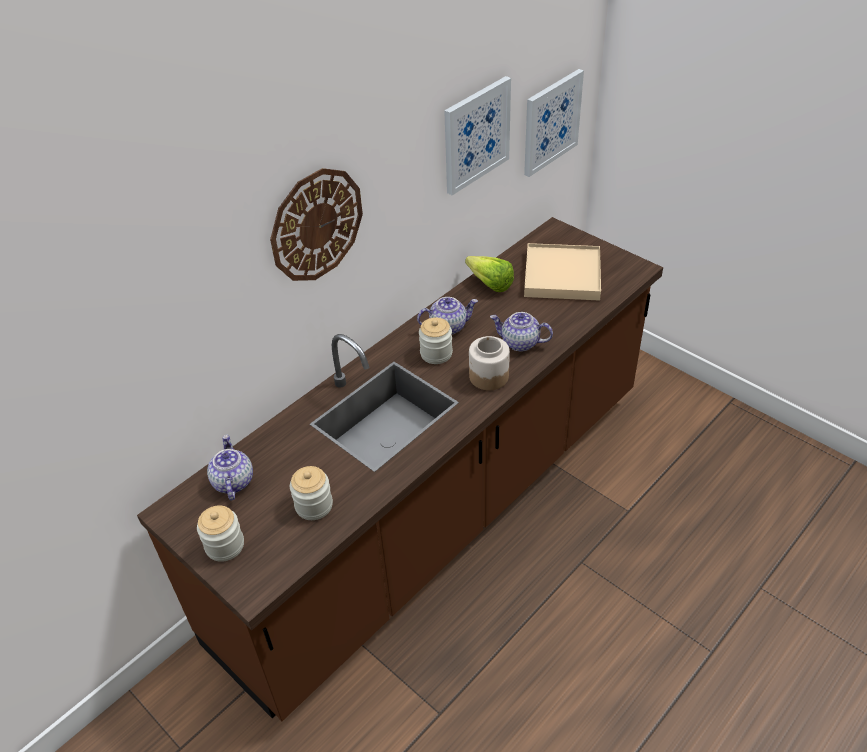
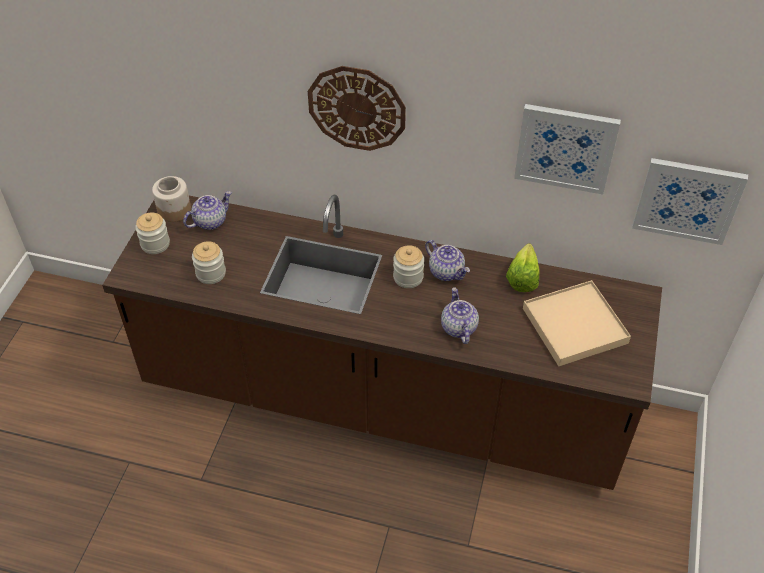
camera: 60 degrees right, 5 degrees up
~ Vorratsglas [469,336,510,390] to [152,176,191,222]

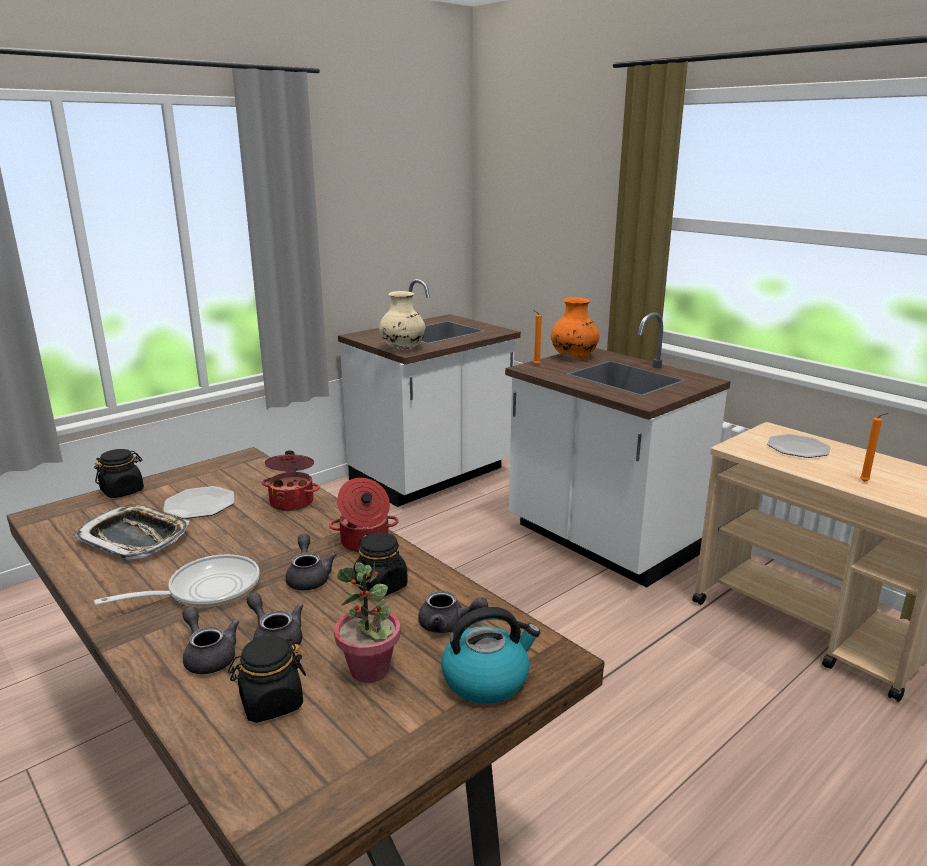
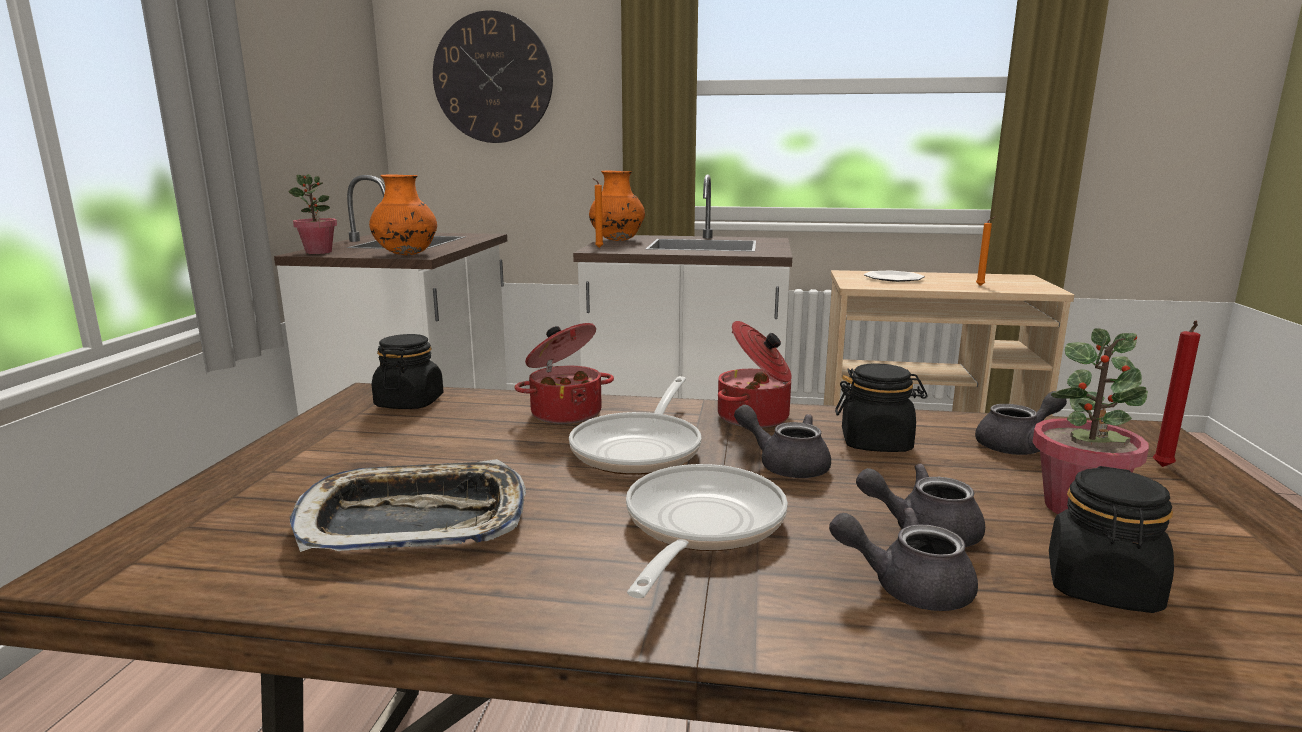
camera: 40 degrees left, 5 degrees down
~ Vase/beige [379,291,426,350] to Vase/orange [369,174,437,255]
~ Vorratsglas/schwarz [94,449,144,498] to [372,334,444,409]
- Teller [163,486,234,519]
~ Wasserkessel [441,607,540,704] to Kerze/rot [1153,320,1200,467]
+ Wanduhr [433,10,553,143]
+ Topfpflanze [288,174,337,254]
+ Pfanne [569,376,701,475]

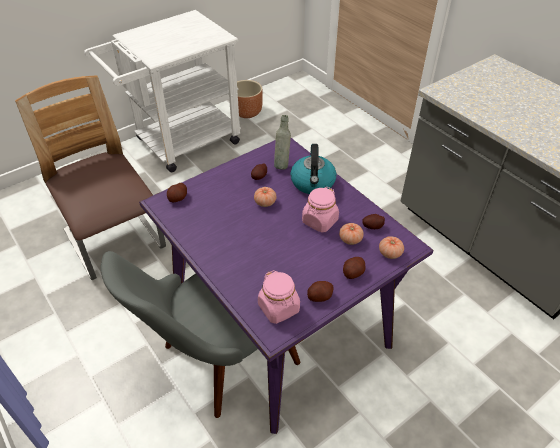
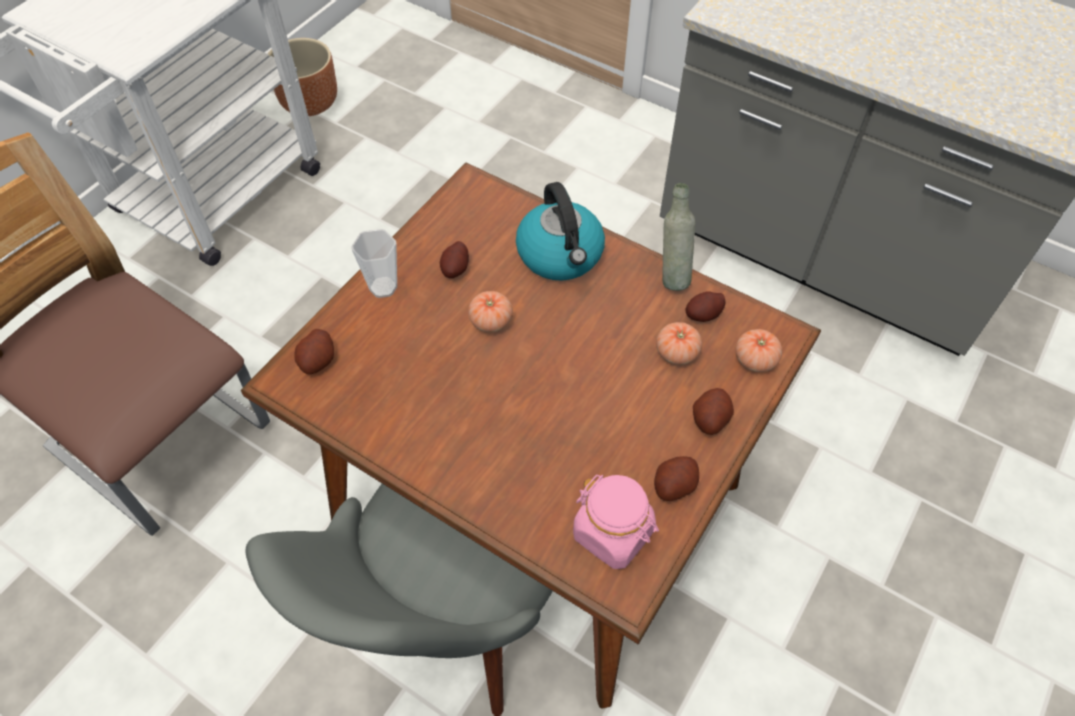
camera: 20 degrees left, 10 degrees up
~ Flasche/grau [274,115,291,169] to [662,183,695,291]
~ Esstisch/lila [139,138,433,434] to Esstisch/braun [241,163,821,708]
- Vorratsglas/rosa [302,187,339,233]
+ Tasse [351,229,397,298]

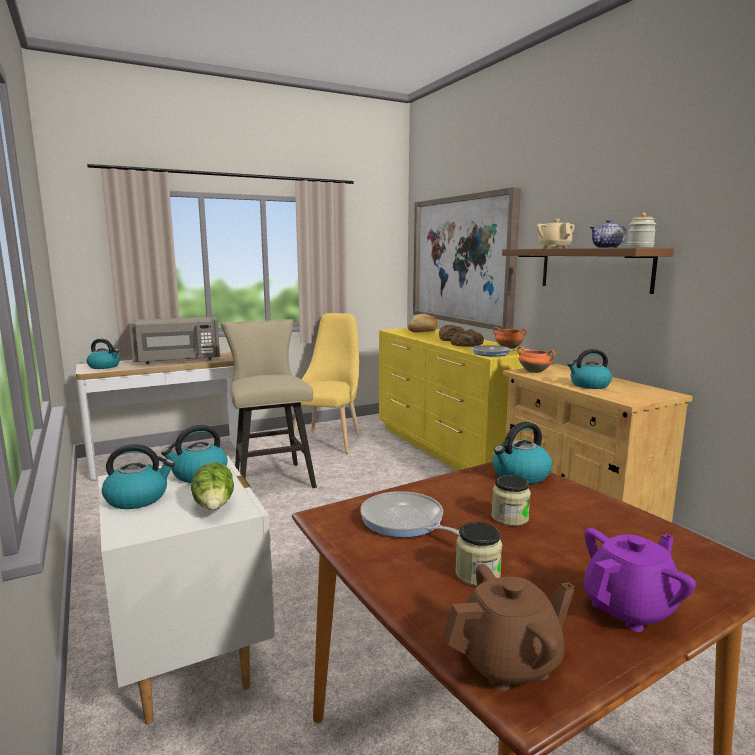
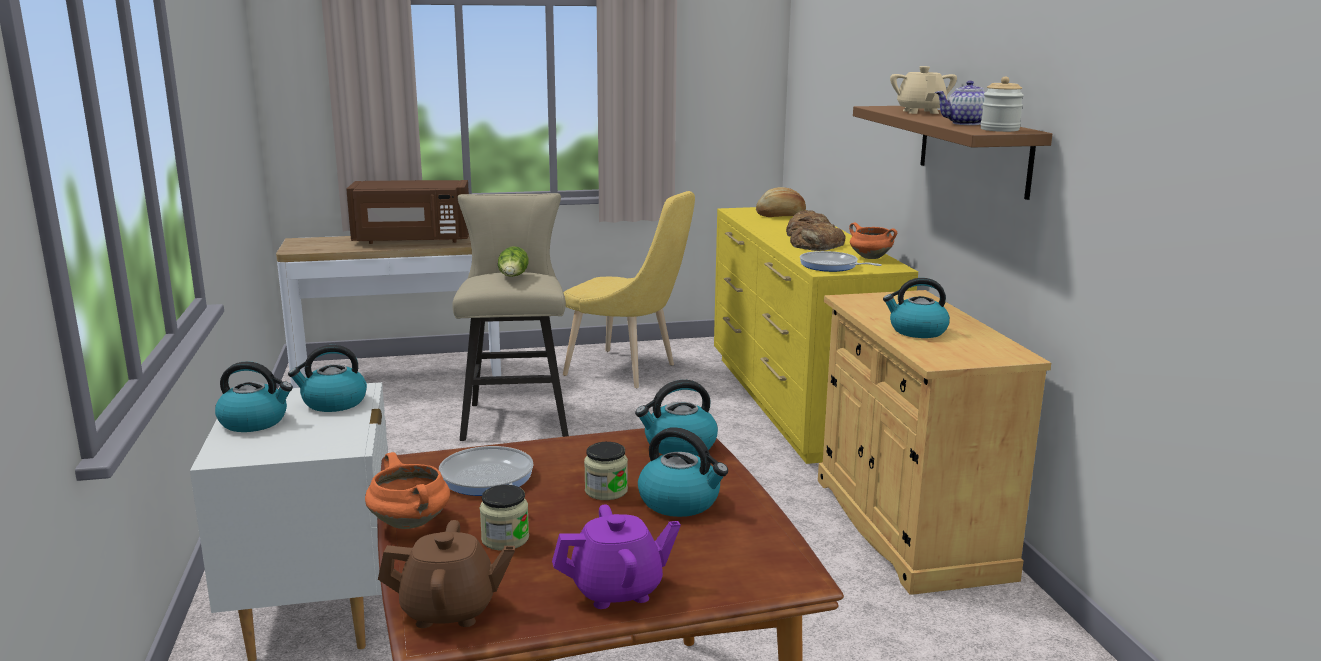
camera: 15 degrees right, 5 degrees up
- Bild [413,187,521,331]
~ Stuhl/gelb [293,313,360,454] = [563,191,695,389] 90 degrees clockwise
~ Mikrowelle/grau [129,317,220,364] to Mikrowelle/braun [346,180,469,244]
~ Wasserkessel [86,339,120,369] to [638,427,728,517]
~ Kochtopf/orange [517,346,556,373] to [365,452,450,529]
~ Salatkopf [191,462,234,510] to [498,246,529,277]

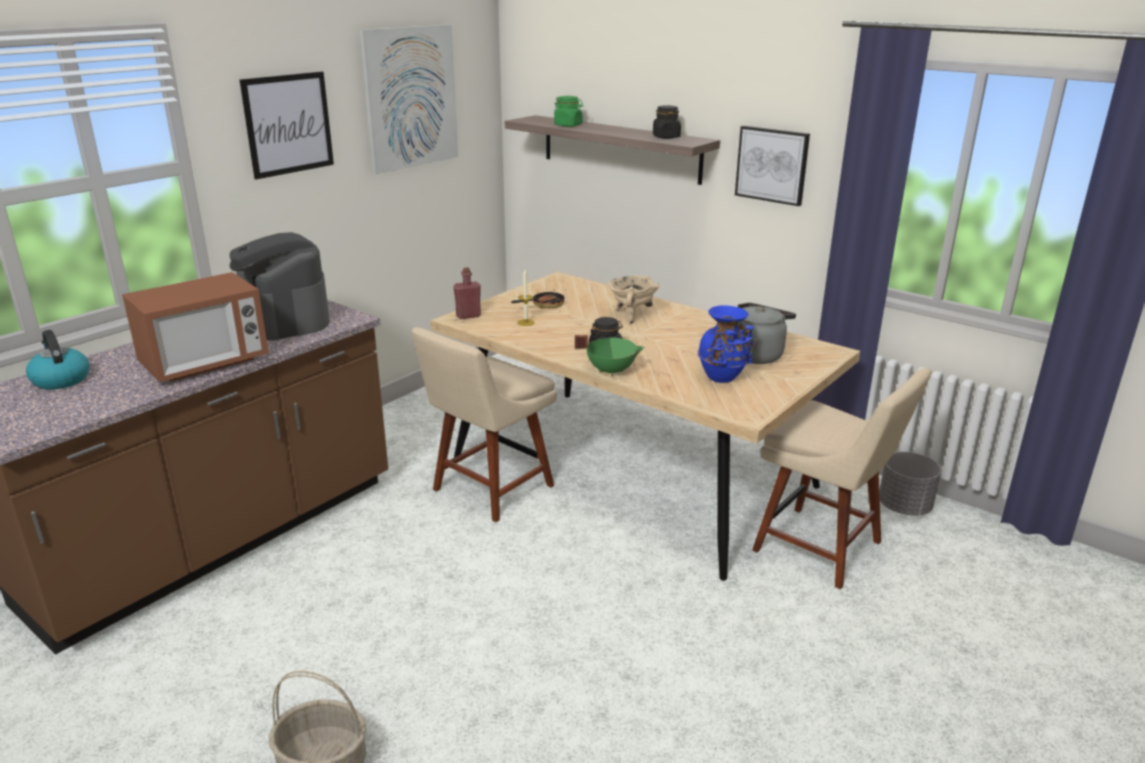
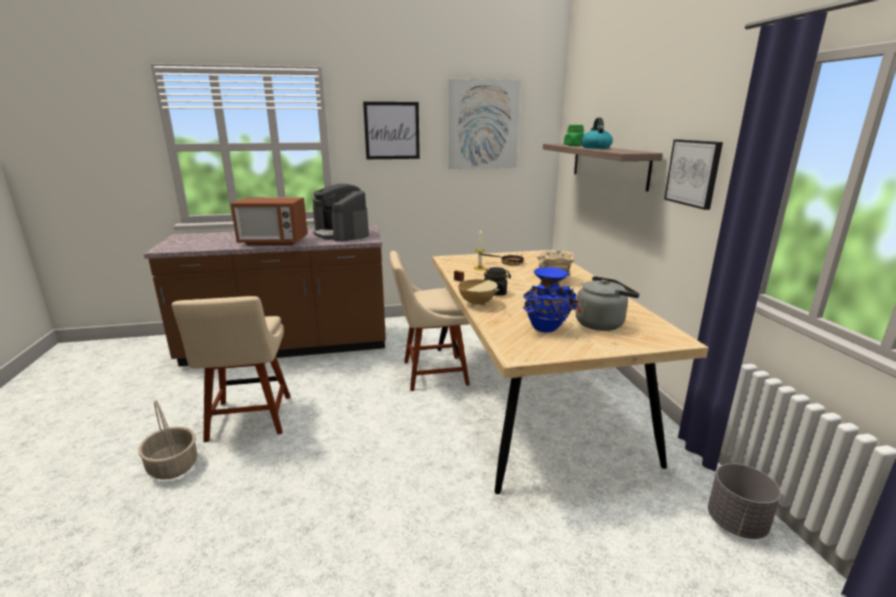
camera: 40 degrees right, 5 degrees down
- Vorratsglas/schwarz [653,105,681,139]
~ Kaffeemaschine [229,232,330,340] = [313,184,369,242] 45 degrees counterclockwise
- Flasche/rot [453,267,481,319]
~ Wasserkessel [26,330,90,389] to [581,118,613,149]
~ Kochtopf/grün [575,335,645,376] to Kochtopf/beige [454,270,499,306]
~ Stuhl/beige [752,368,931,589] to [172,296,291,442]

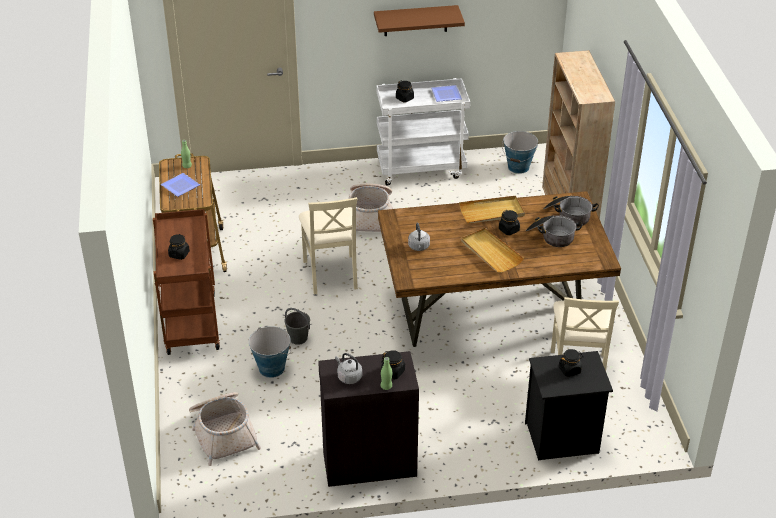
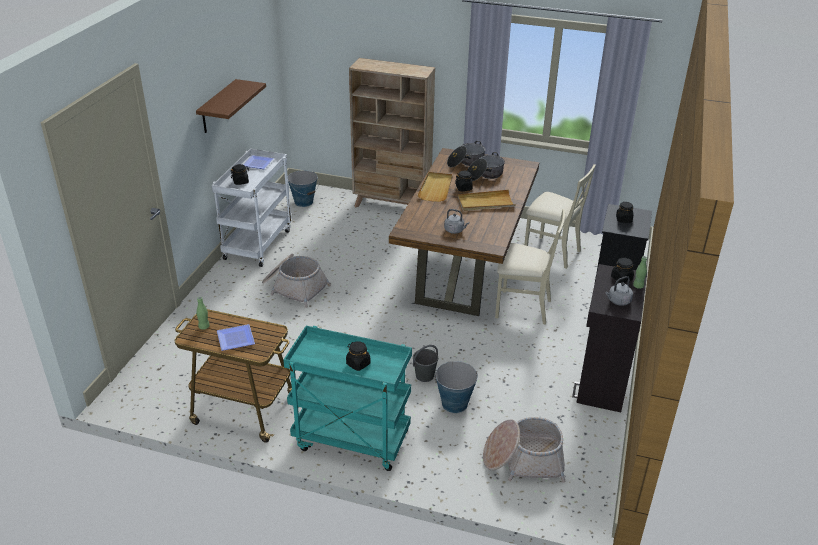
camera: 65 degrees left, 5 degrees down
~ Stuhl/beige [299,197,358,295] to [495,209,565,325]
~ Rollwagen/braun [153,209,220,355] to Rollwagen/türkis [283,326,412,471]

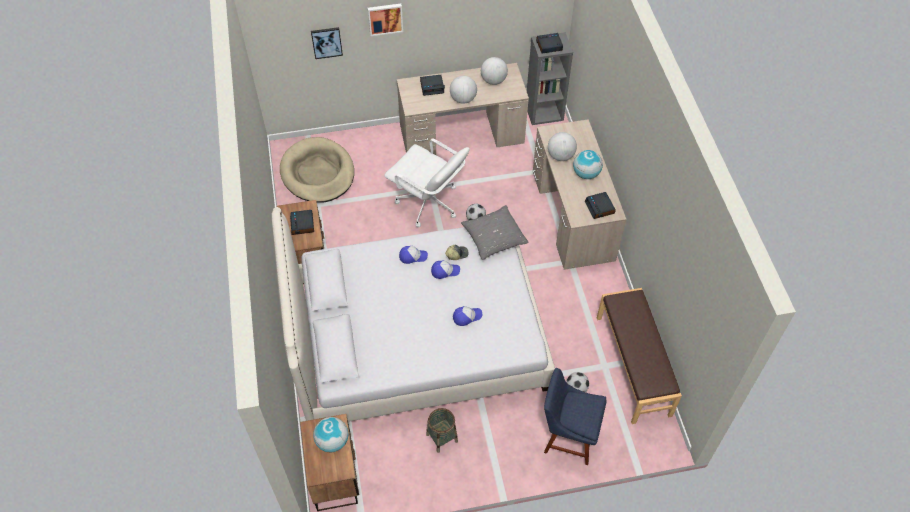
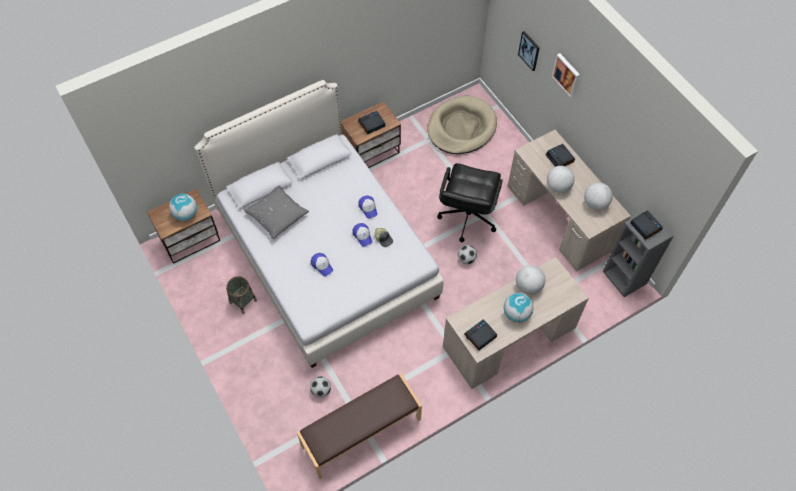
camera: 70 degrees right, 5 degrees up
~ Bürostuhl/weiß [384,138,470,227] to Bürostuhl/schwarz [437,163,503,242]
~ Kissen/grau [461,205,529,260] to [244,186,309,239]
- Stuhl/blau [544,368,607,465]

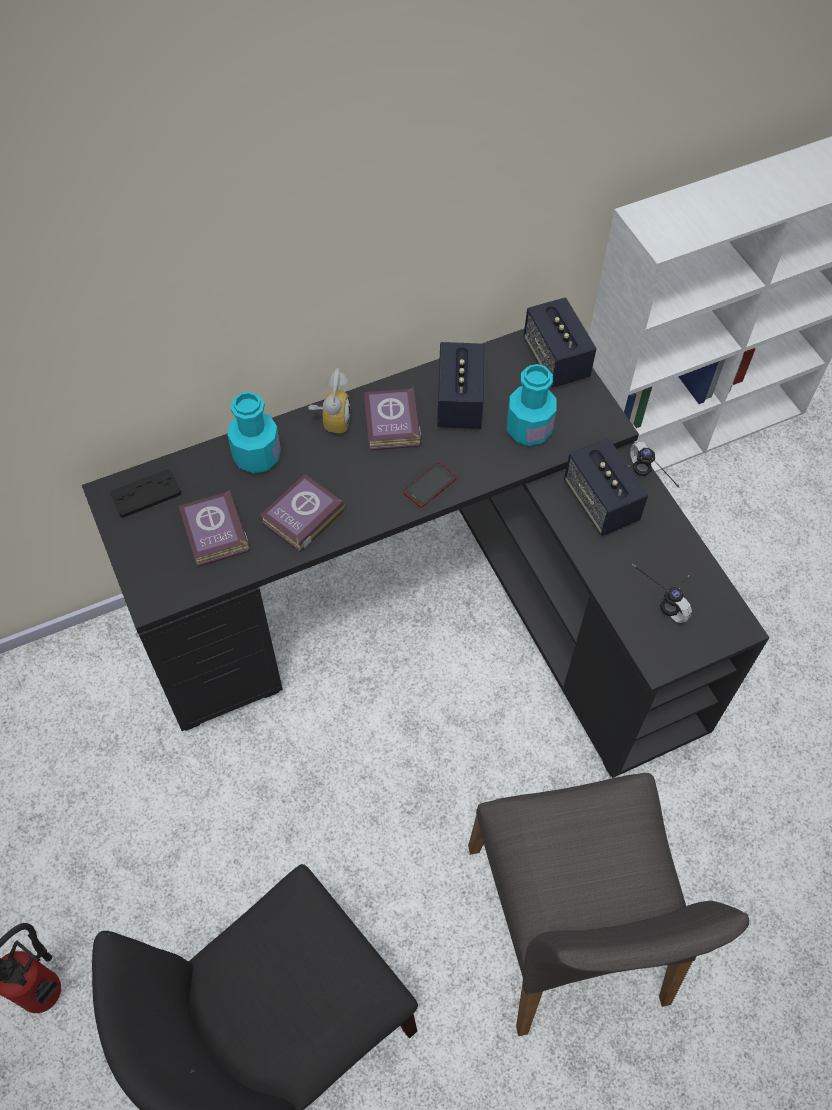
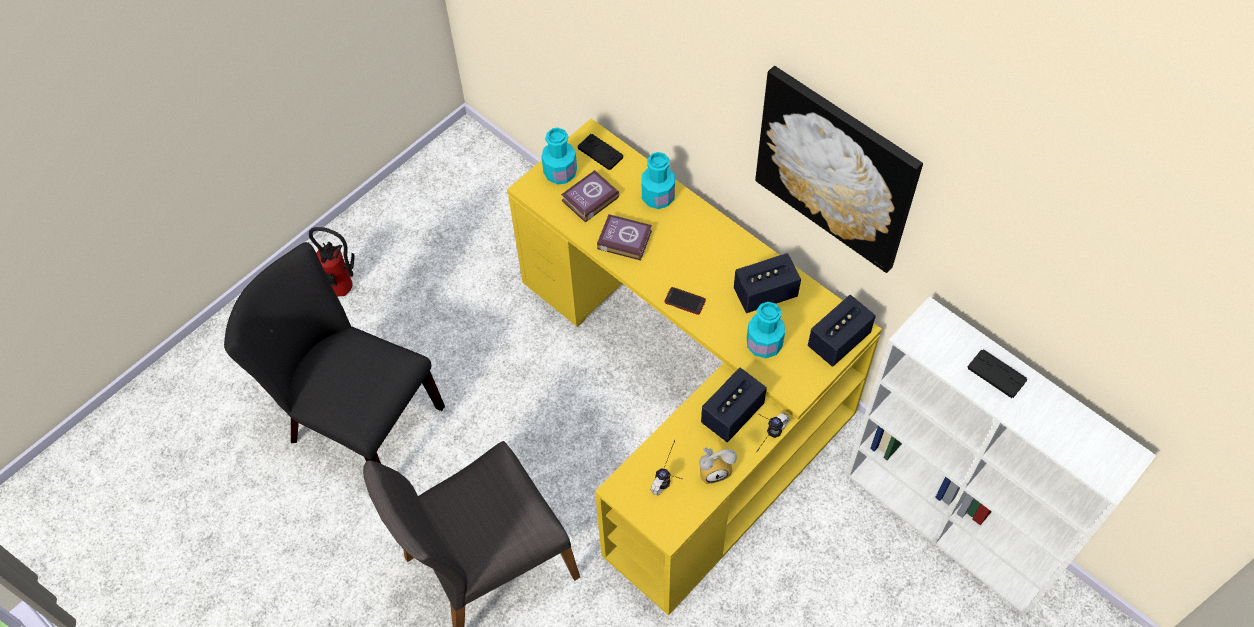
camera: 70 degrees right, 0 degrees up
~ Schreibtisch/schwarz [82,329,769,778] to Schreibtisch/gelb [507,119,882,616]
~ Wecker [308,368,351,433] to [699,448,737,484]
- Buch [364,387,421,451]
+ Bild [755,66,923,273]
+ Flasche/türkis [541,127,577,184]
+ Gamepad/schwarz [968,349,1027,398]

